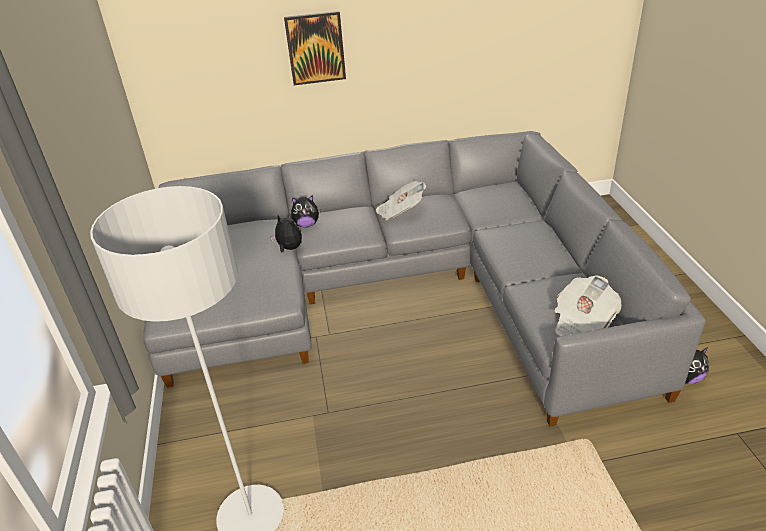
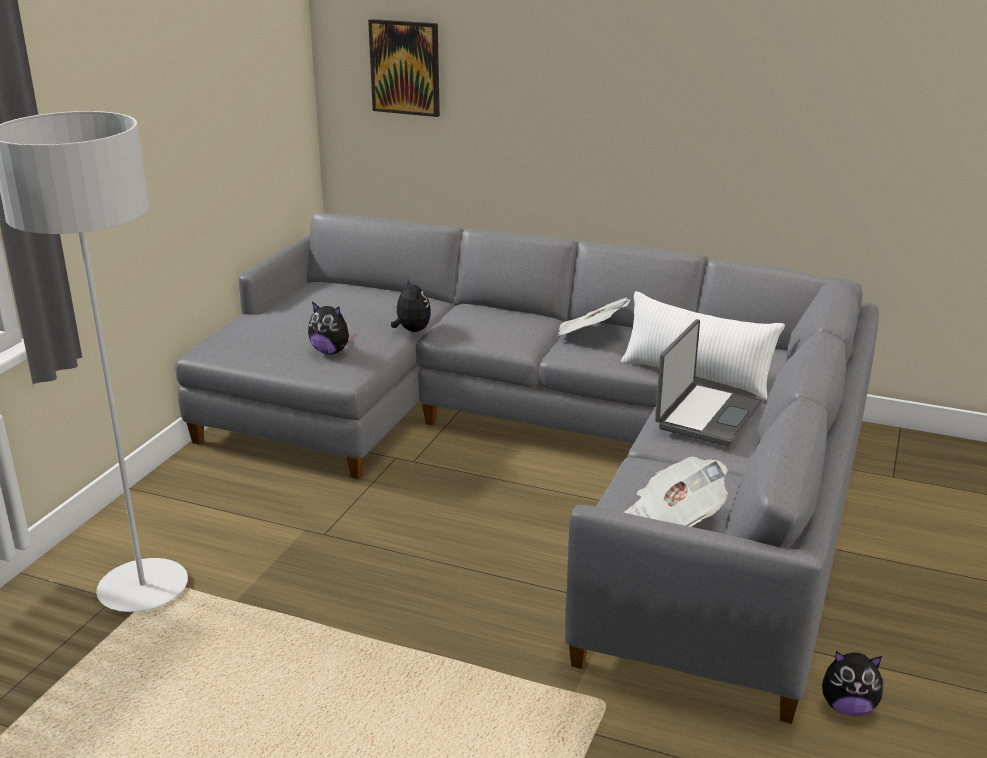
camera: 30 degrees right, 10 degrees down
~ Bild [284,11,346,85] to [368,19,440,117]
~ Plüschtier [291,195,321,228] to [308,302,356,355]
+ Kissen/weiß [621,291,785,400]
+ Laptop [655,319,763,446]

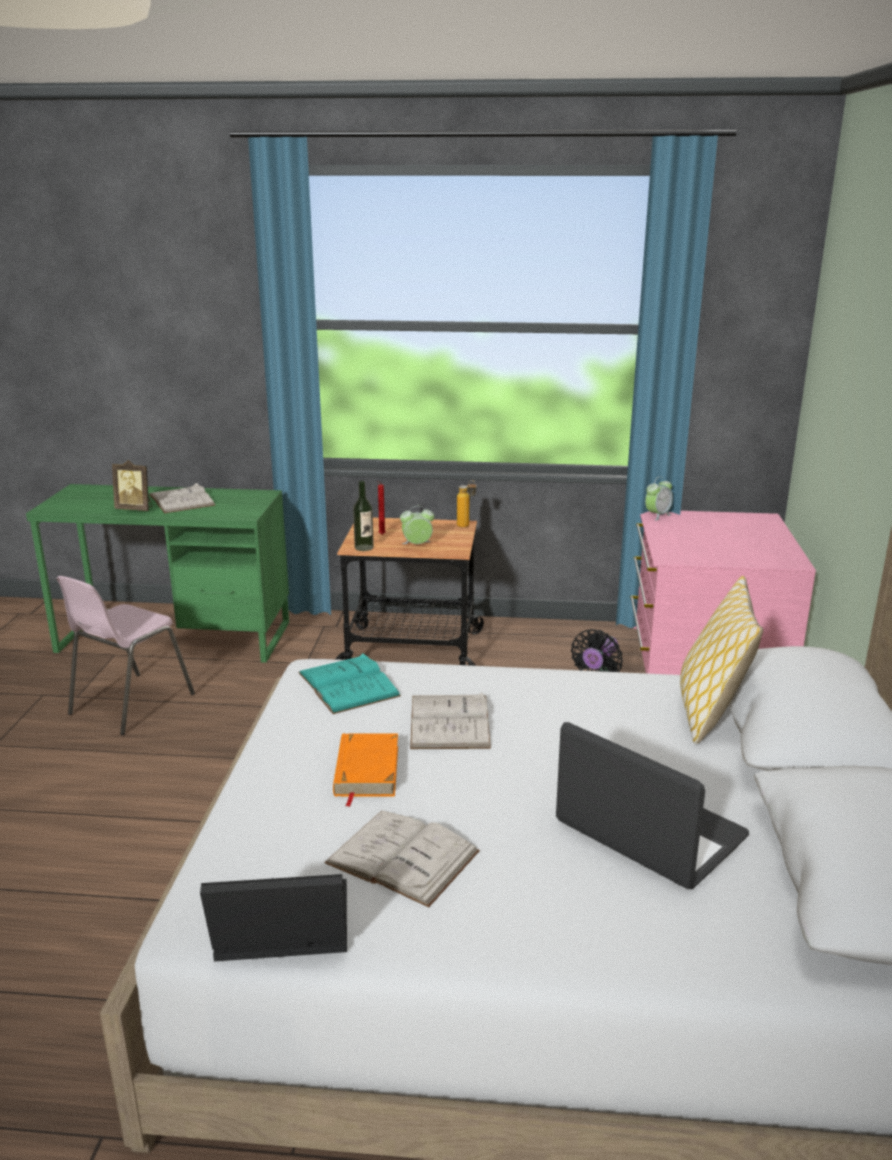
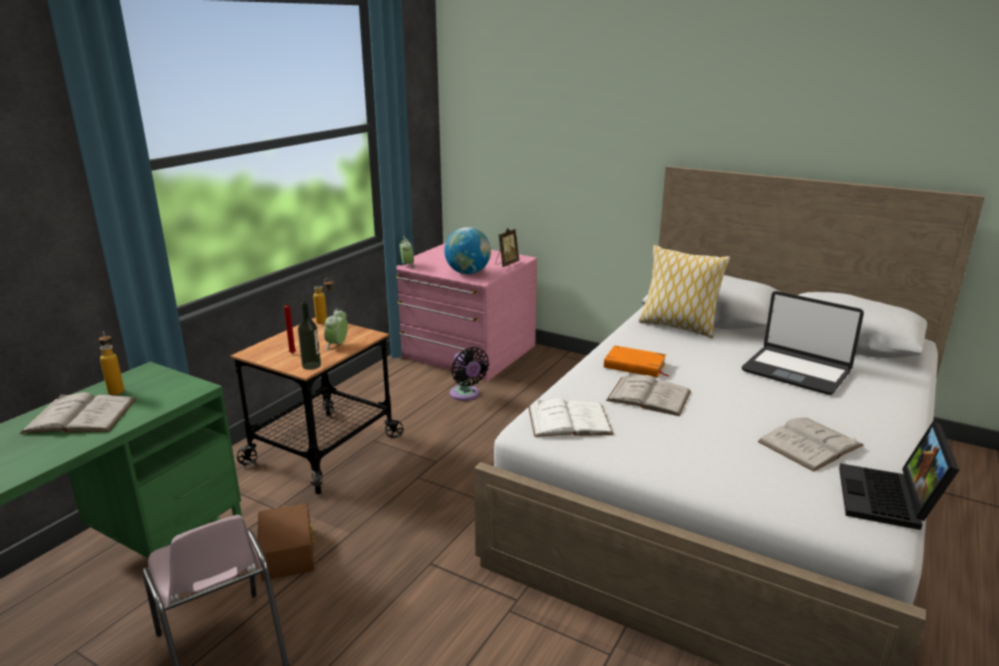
camera: 65 degrees left, 0 degrees up
~ Bilderrahmen [112,460,152,511] to [495,228,519,267]
~ Buch/türkis [298,654,401,714] to Buch/weiß [528,398,614,437]
~ Laptop [556,722,749,889] = [742,291,864,395] 120 degrees counterclockwise
~ Buch/orange [333,733,398,807] to [604,345,669,378]
+ Globus [444,227,491,274]
+ Flasche [99,331,124,395]
+ Aufbewahrungsbox/braun [258,503,316,581]

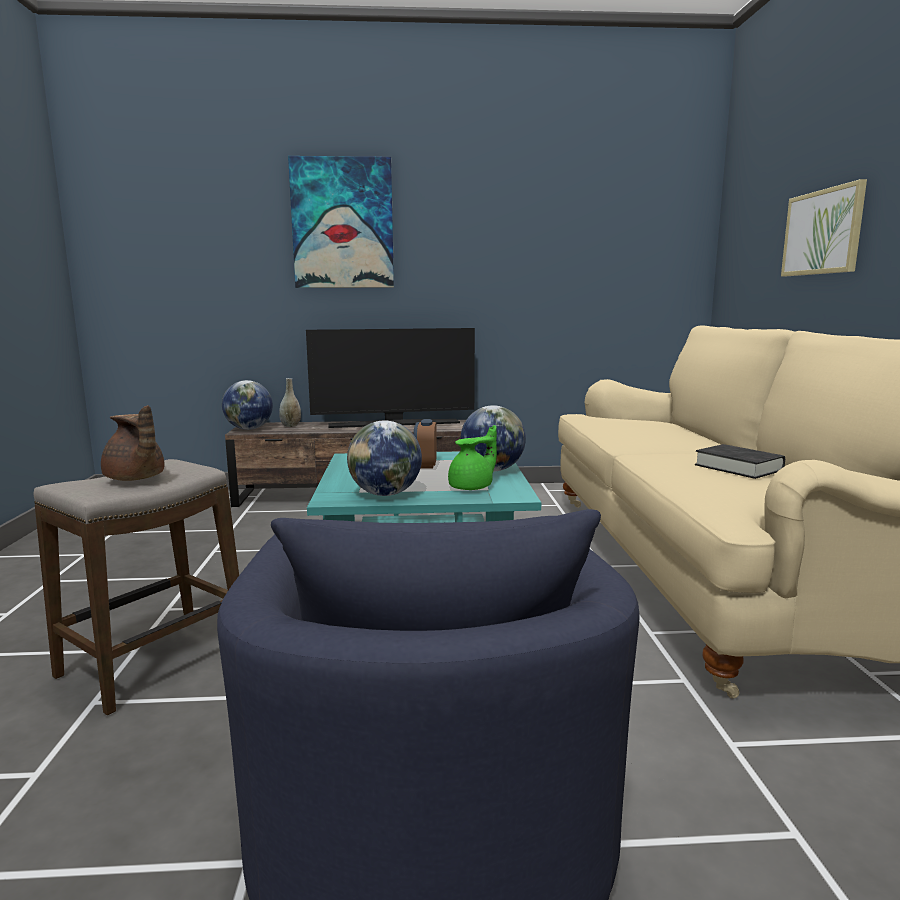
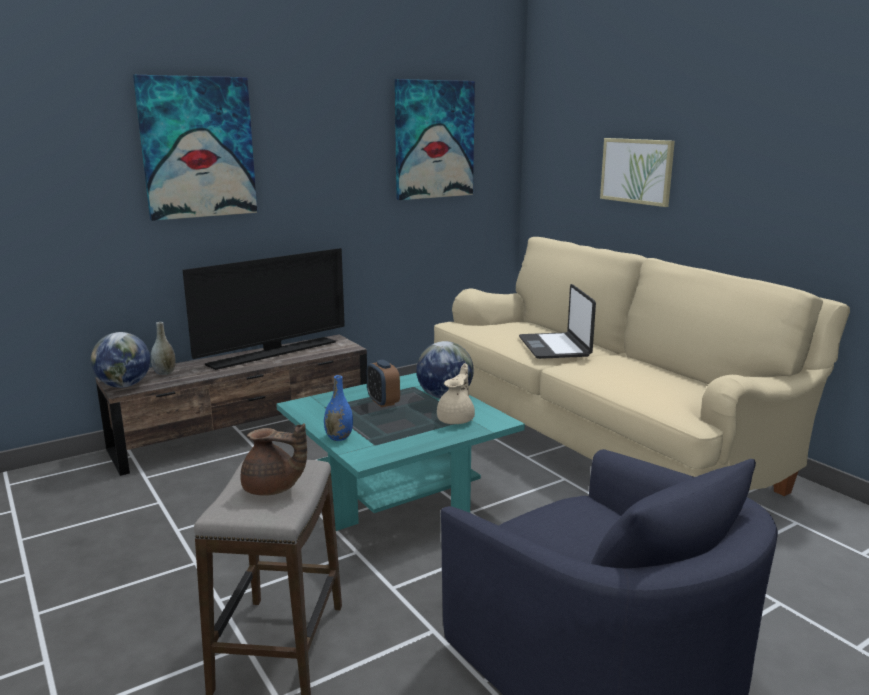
camera: 30 degrees left, 5 degrees up
- Globus [347,421,422,496]
~ Teekanne/grün [448,425,497,490] to Teekanne/beige [437,363,475,424]
- Buch/schwarz [695,444,785,479]
+ Bild [395,79,475,200]
+ Laptop [519,284,596,359]
+ Vase/blau [324,375,353,441]

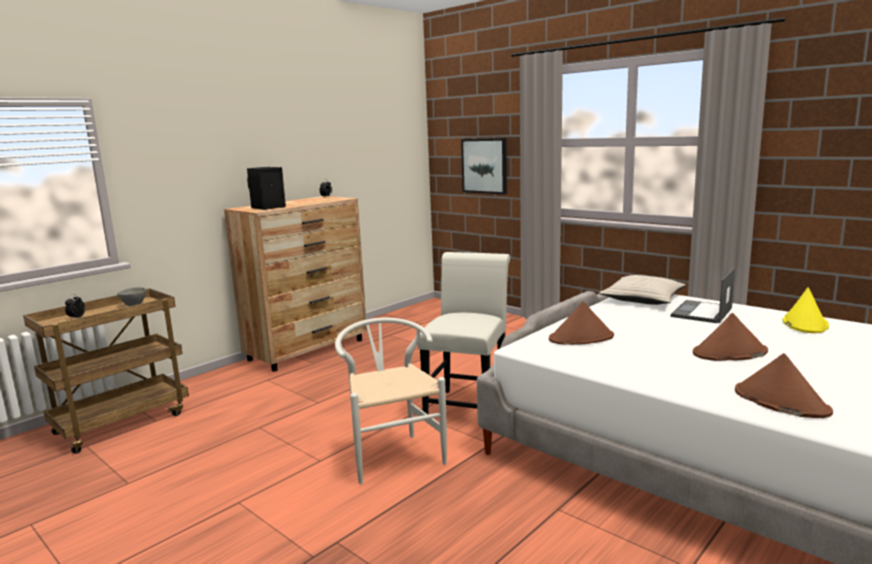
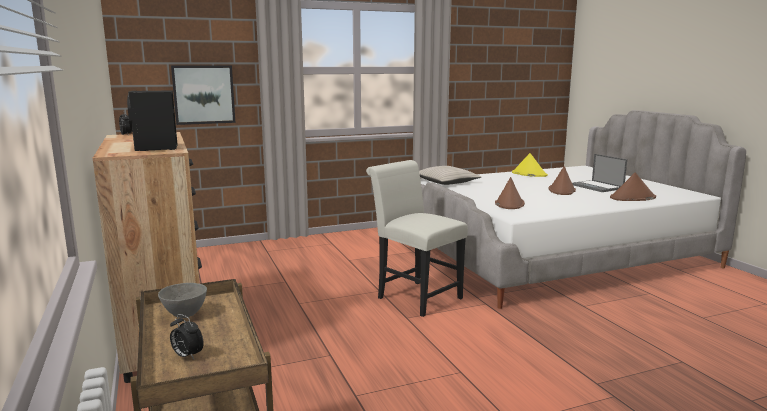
camera: 65 degrees left, 0 degrees up
~ Laptop [671,267,735,324] to [572,154,627,192]
- Stuhl/weiß [335,318,447,484]

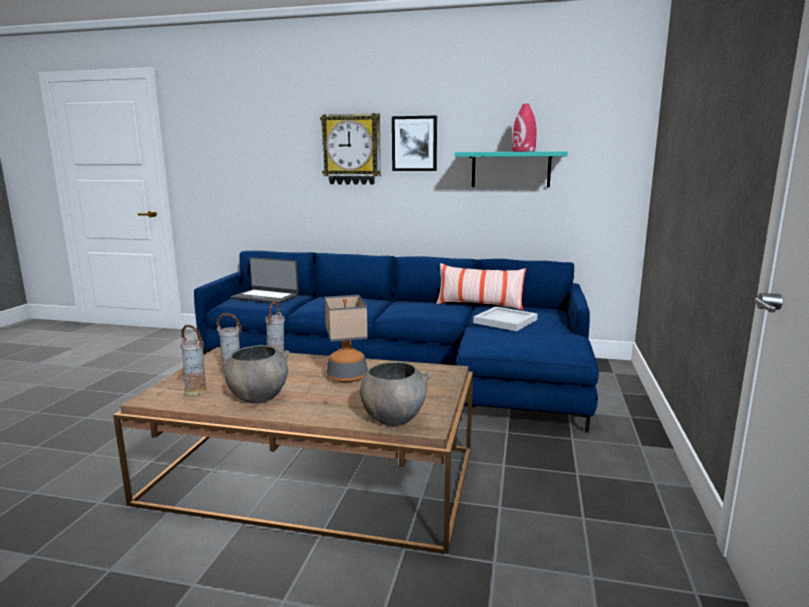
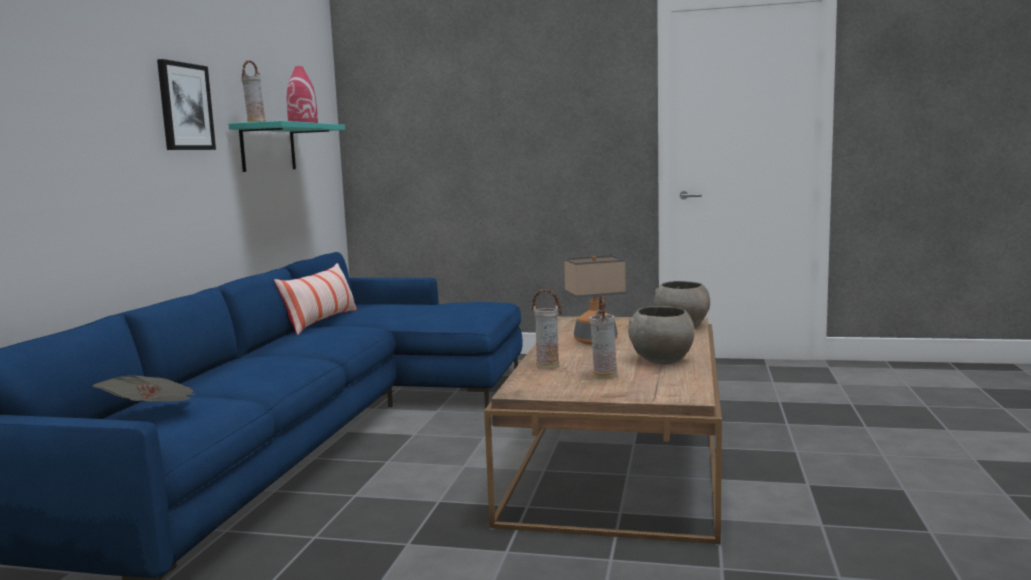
camera: 90 degrees left, 5 degrees down
- Wanduhr [320,113,381,185]
~ Laptop [230,257,299,304] to Zeitung [92,375,195,402]
- Tablett/weiß [473,307,537,331]
~ Vase [181,325,207,395] to [241,60,266,122]

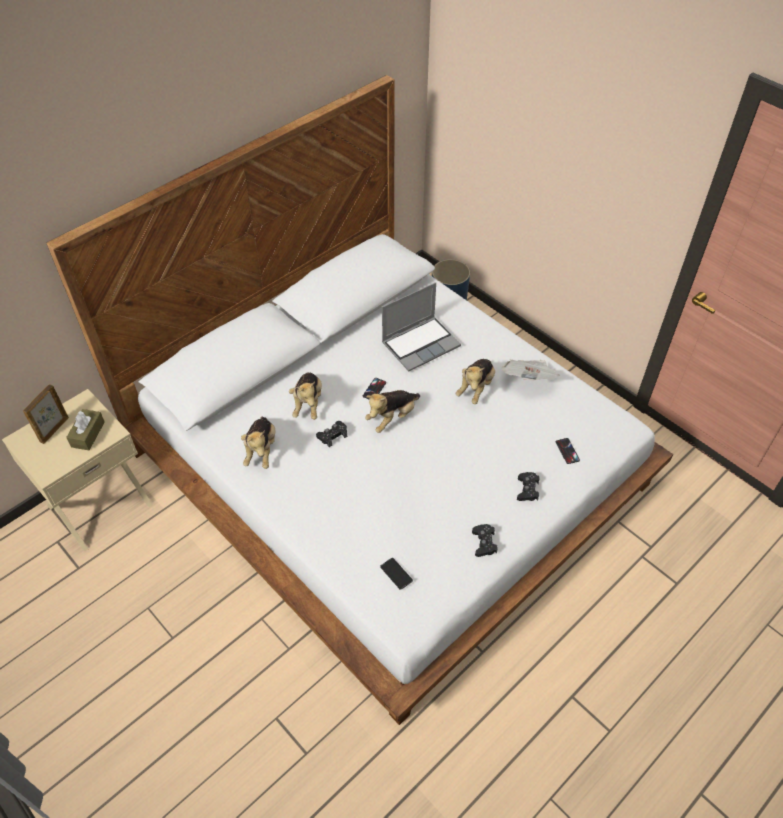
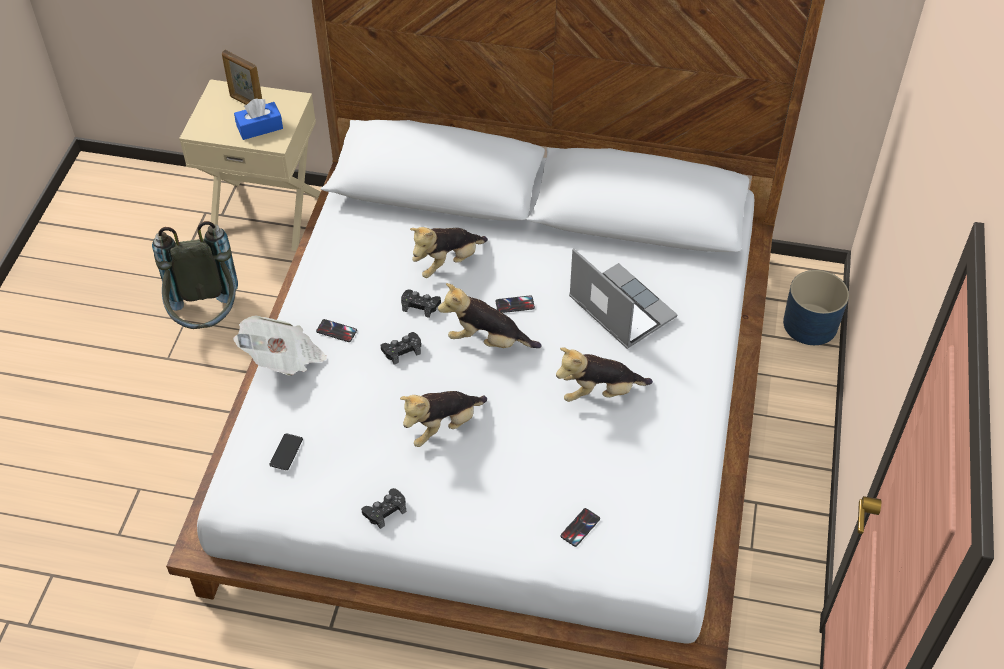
camera: 55 degrees right, 0 degrees up
~ Laptop [382,282,461,372] = [569,248,678,349] 150 degrees counterclockwise
~ Zeitung [501,360,560,380] to [233,315,327,376]
~ Bilderrahmen [23,384,69,444] = [222,50,262,105] 135 degrees counterclockwise
~ Taschentuchbox/braun [66,409,105,450] to Taschentuchbox/blau [234,98,283,140]
~ Plüschtier [241,417,276,469] to [400,391,487,447]
~ Gamepad/schwarz [517,472,540,501] to [381,332,421,365]
+ Rucksack/grau [152,221,238,329]
+ Handy [316,319,357,342]

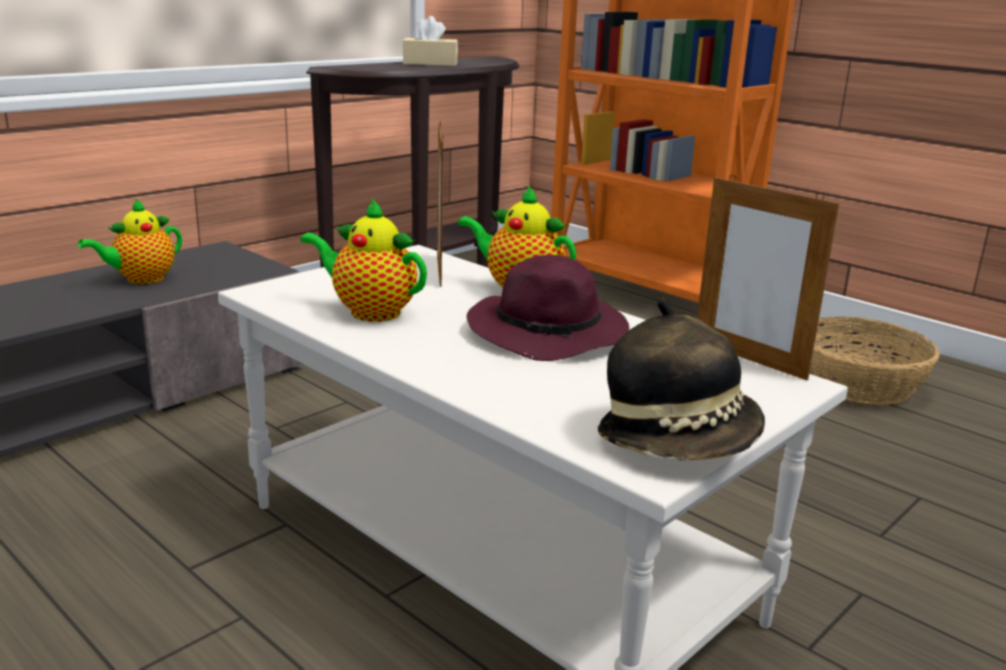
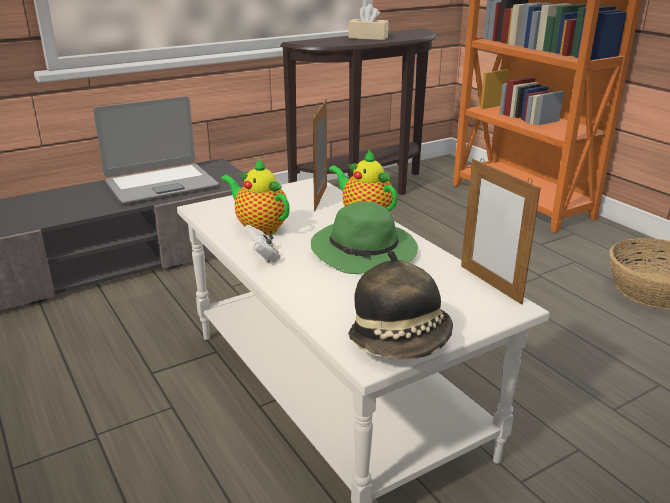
camera: 15 degrees right, 5 degrees up
~ Teekanne [78,199,182,284] to Laptop [93,96,219,203]
~ Hut/lila [467,255,629,361] to Hut/grün [311,201,418,274]
+ Gamepad/weiß [244,225,280,262]

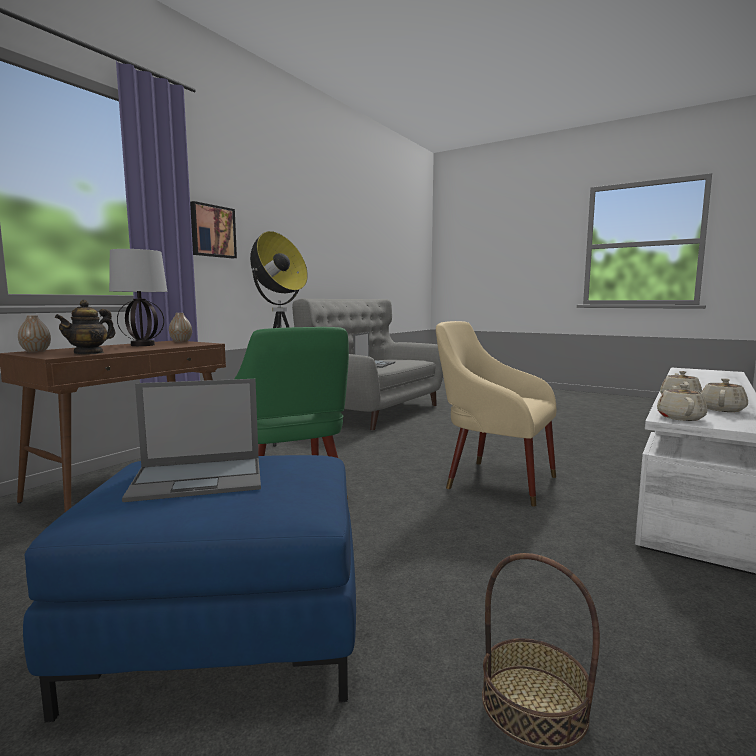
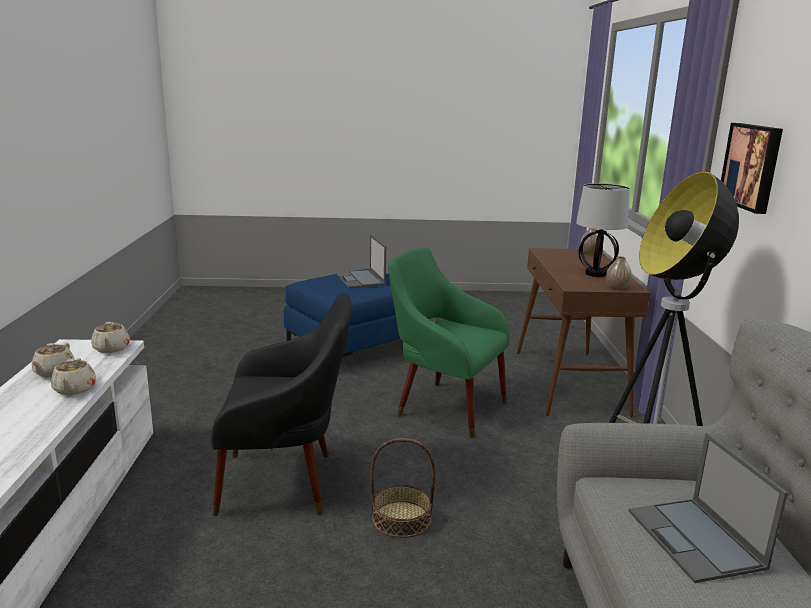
camera: 145 degrees right, 10 degrees up
- Teekanne [55,300,116,355]
~ Sessel/beige [436,321,556,507] to Sessel/schwarz [211,293,352,516]
~ Laptop [122,379,261,502] = [336,235,386,288] 60 degrees counterclockwise
~ Korb [482,553,600,750] to [370,438,436,538]

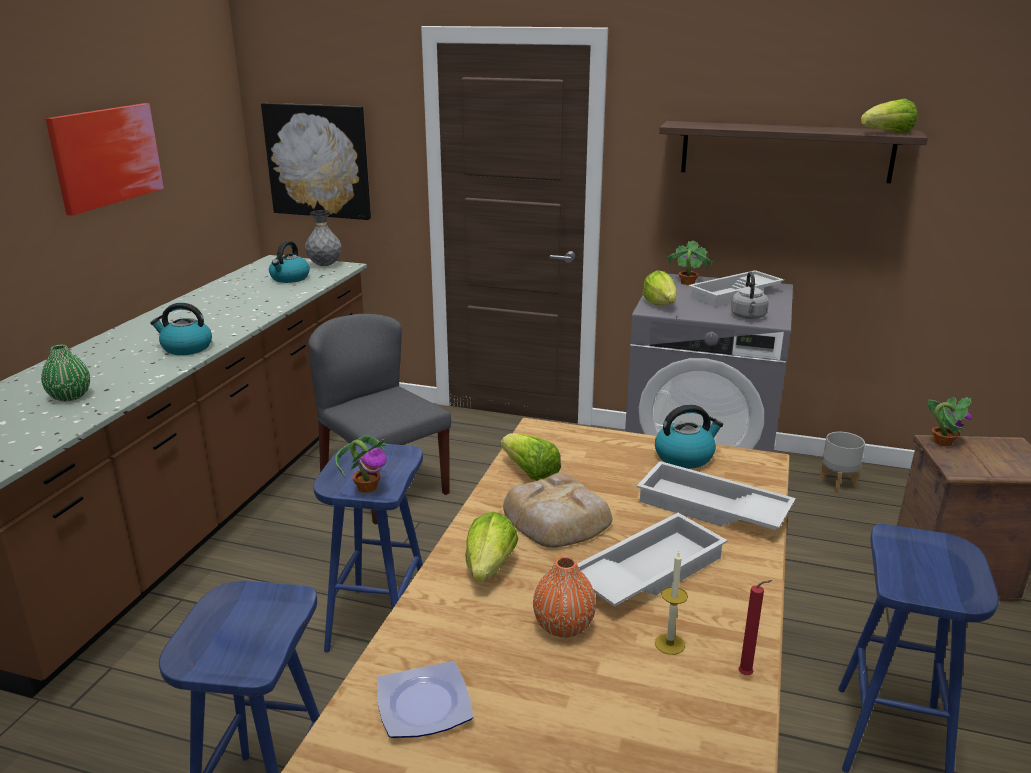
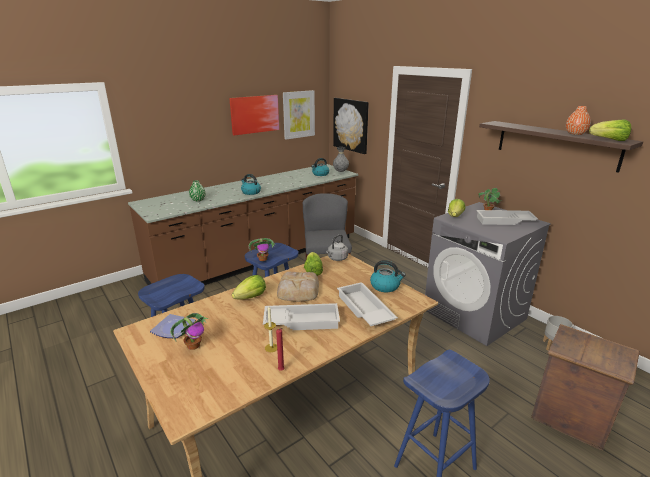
camera: 35 degrees right, 0 degrees up
~ Wasserkessel/grau [731,272,769,319] to [326,234,348,261]
~ Topfpflanze [928,397,972,446] to [170,313,208,350]
~ Vase/orange [533,556,596,637] to [566,106,591,135]
+ Bild [283,90,315,140]

